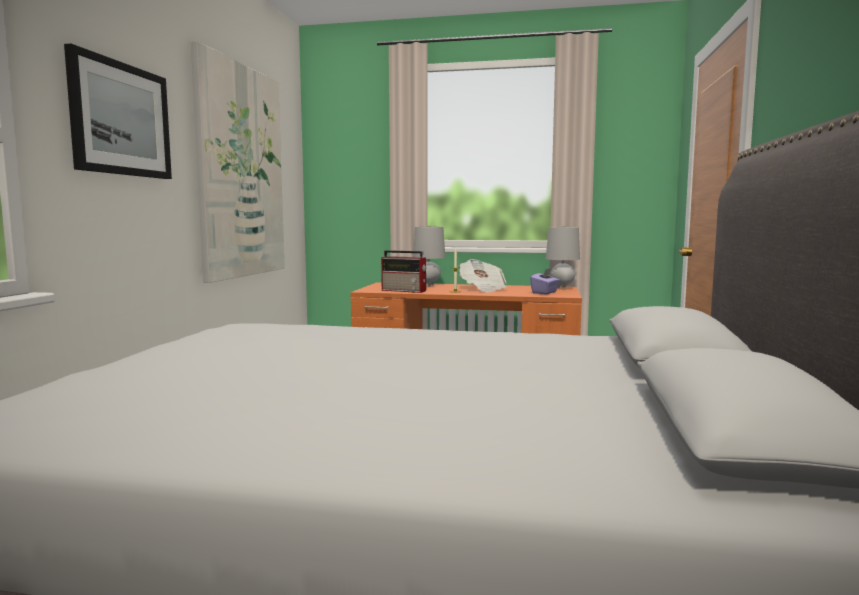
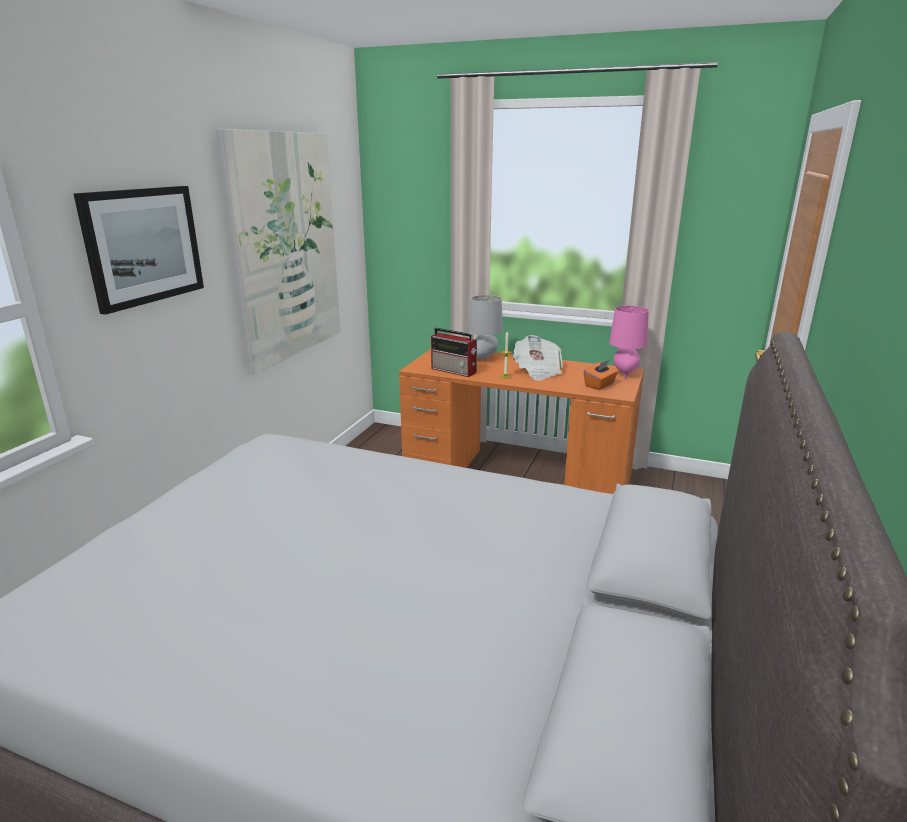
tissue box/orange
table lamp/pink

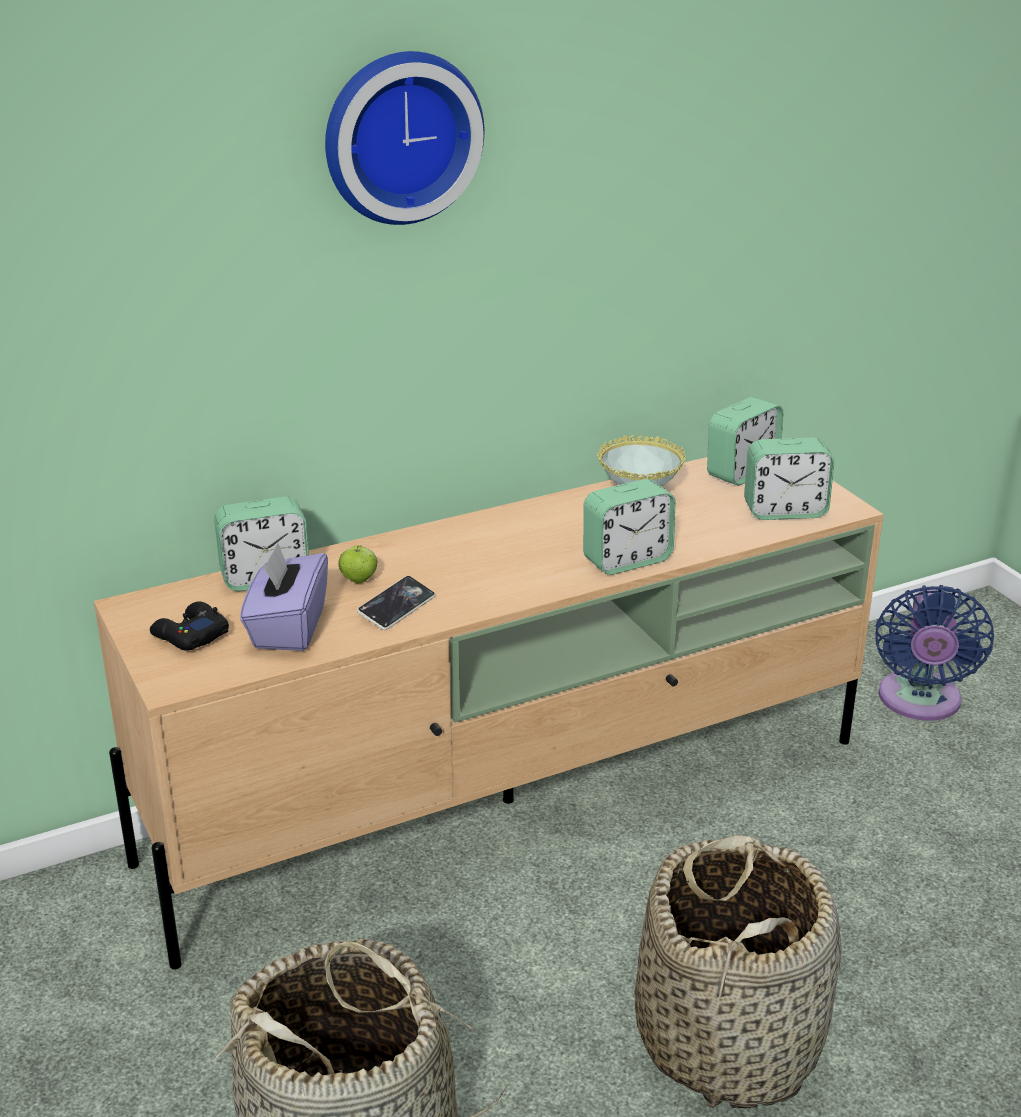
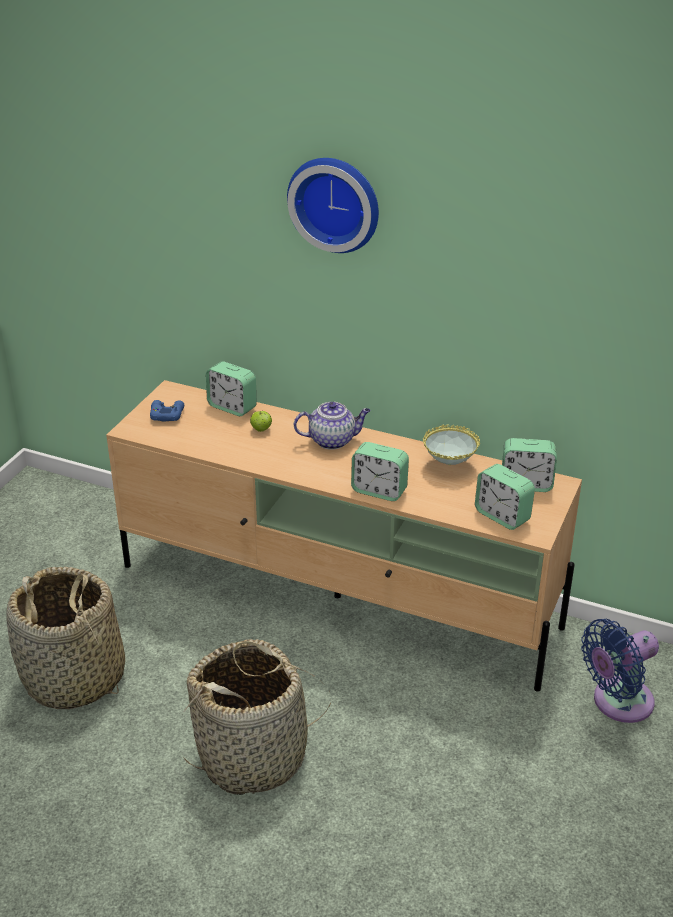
game controller/blue
tissue box/purple
phone
teapot

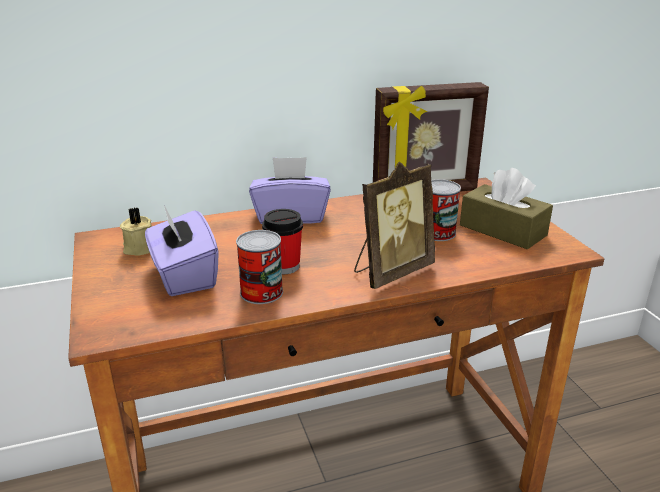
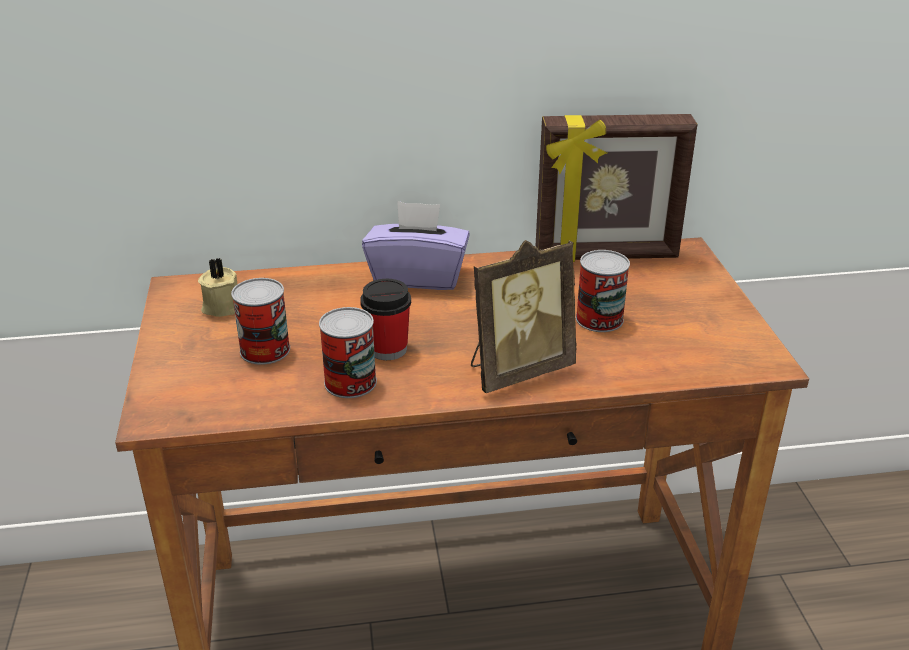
can (no. 1 from left)
tissue box/brown

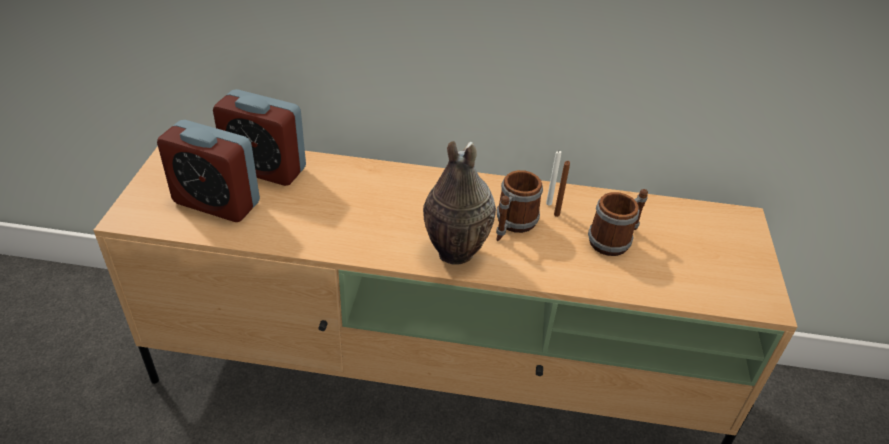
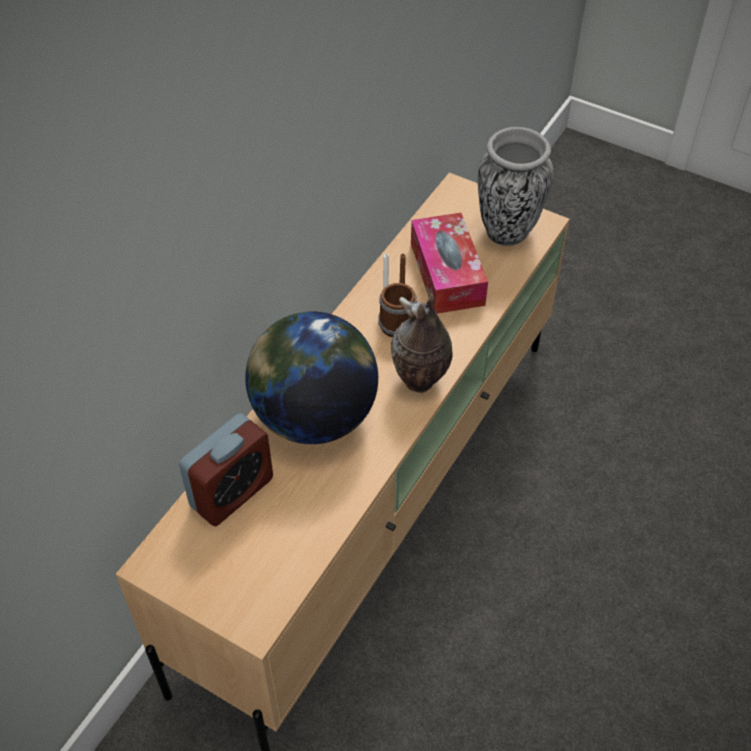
alarm clock (no. 1 from left in the first image)
tissue box
globe
vase (no. 2 from left)

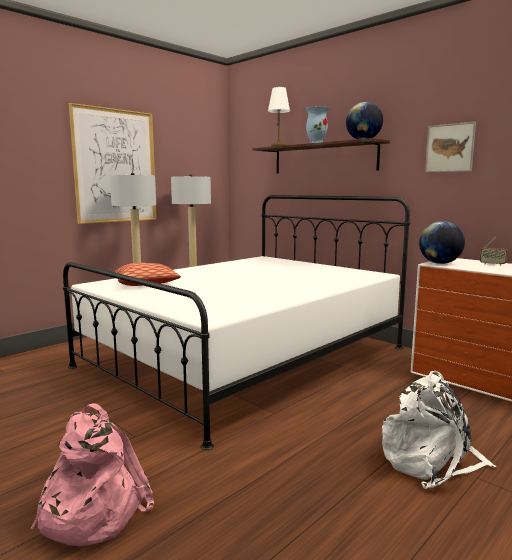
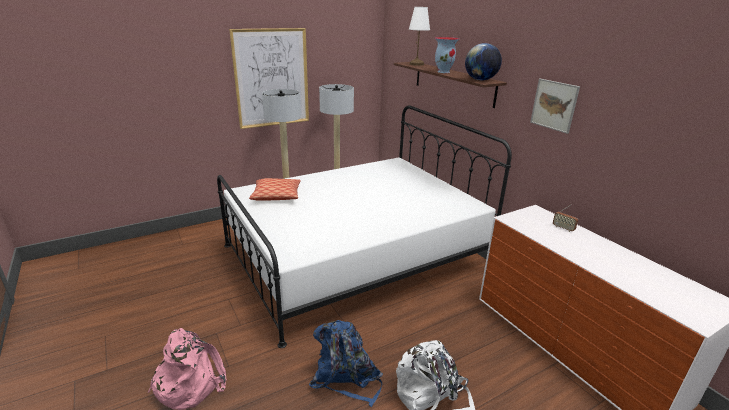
globe (no. 2 from left in the first image)
backpack/blue

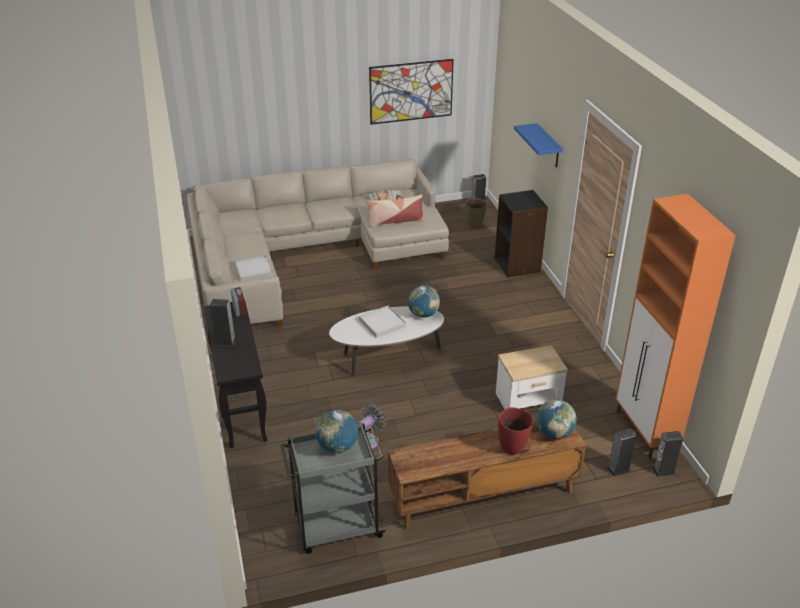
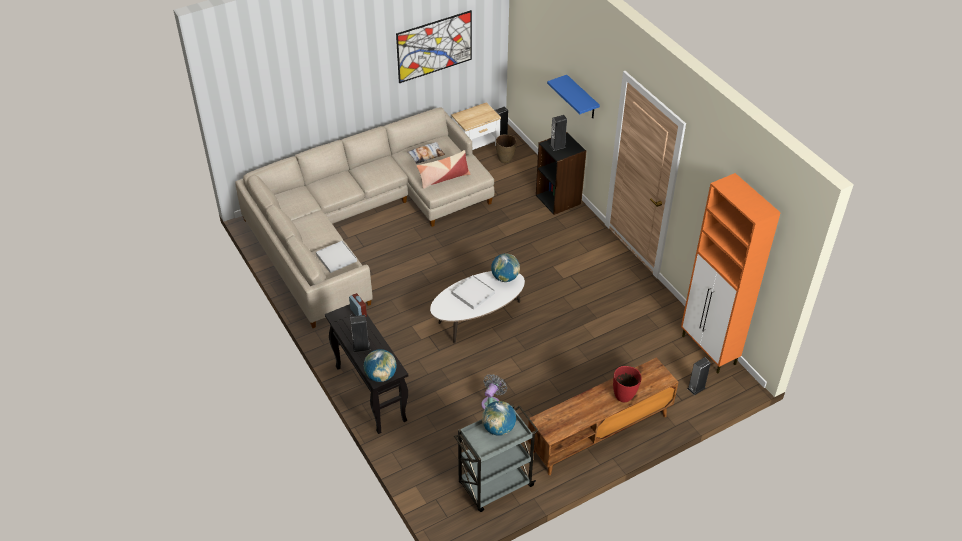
side table
globe (no. 1 from left)
speaker (no. 3 from left)

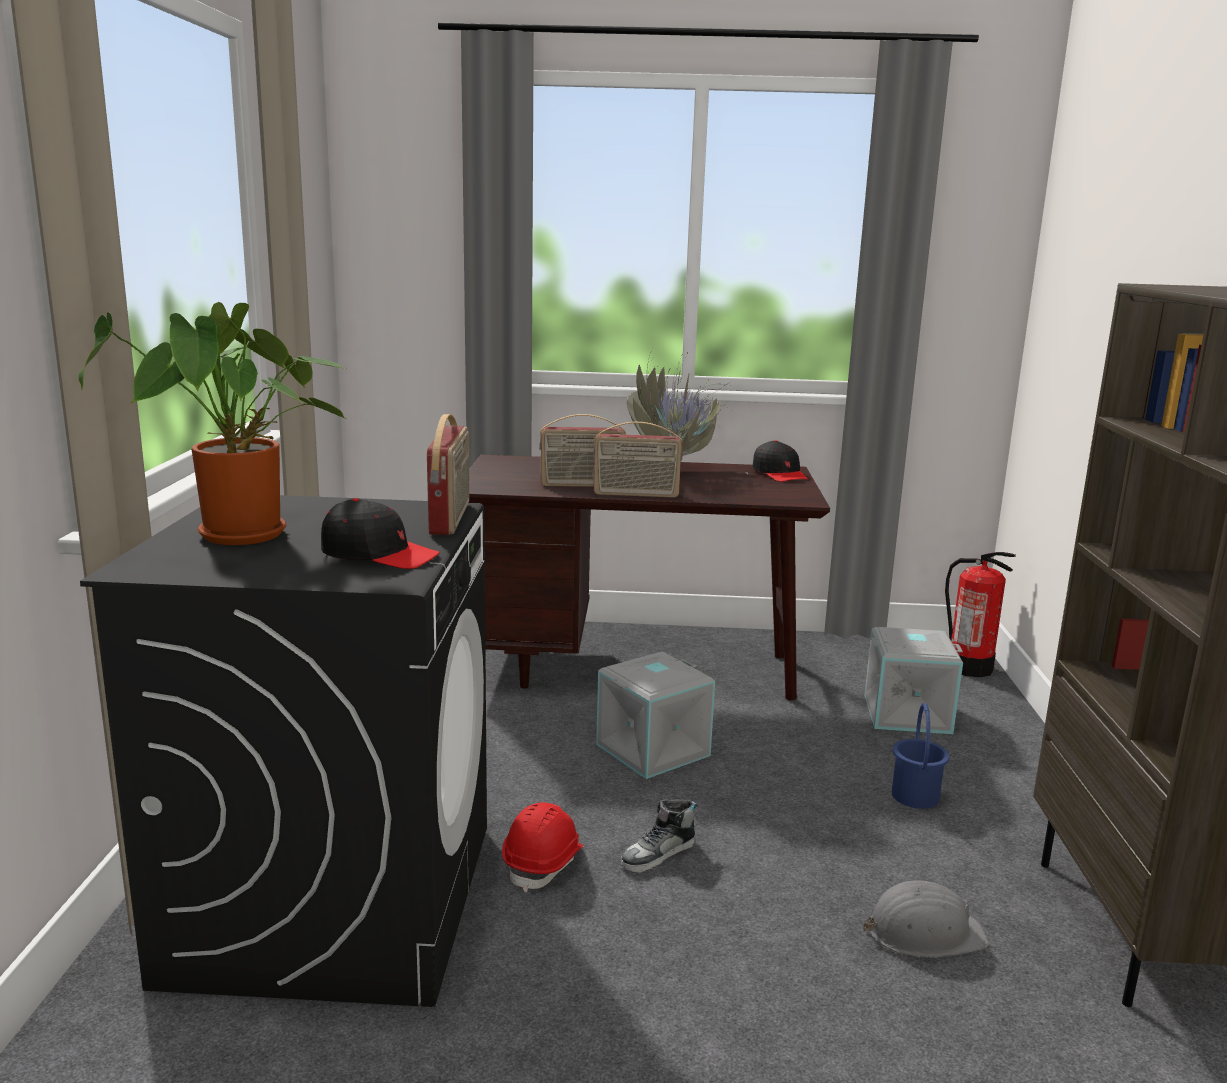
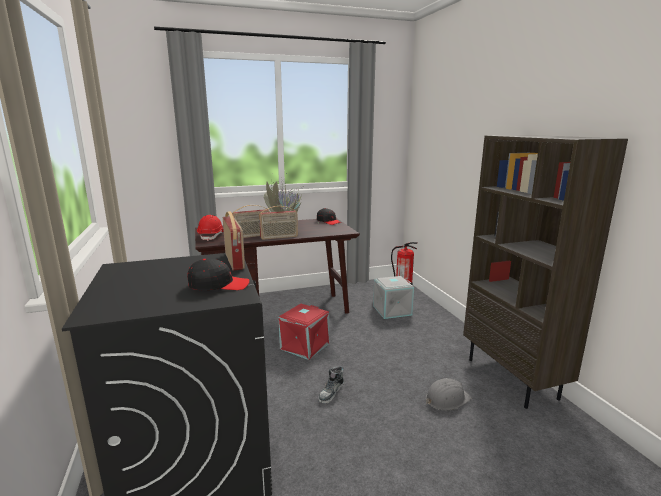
potted plant (no. 1 from left in the first image)
hard hat/red
storage box/red
bucket/blue

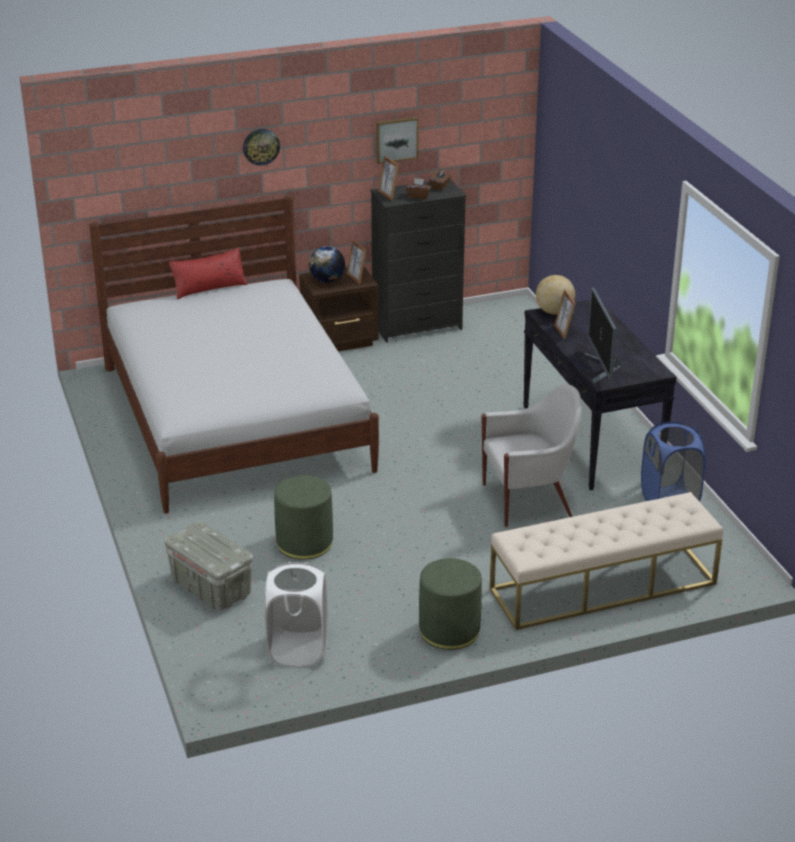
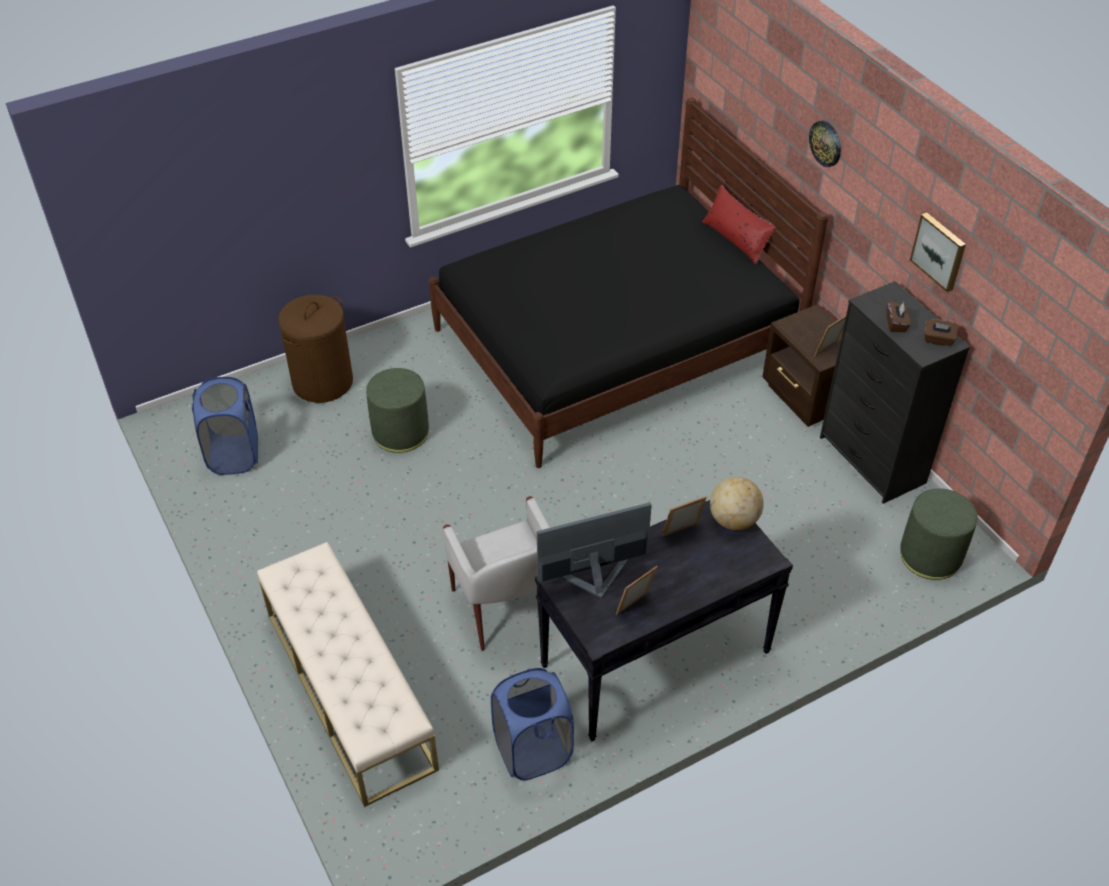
bed/black
laundry basket/brown
laundry basket/blue (no. 1 from left)
globe (no. 1 from left in the first image)
picture frame (no. 1 from left)
ottoman/green (no. 2 from left)

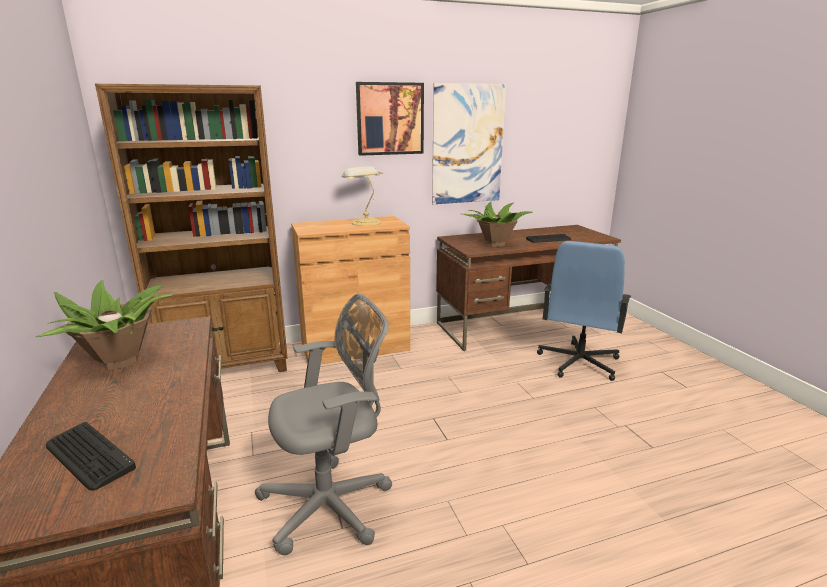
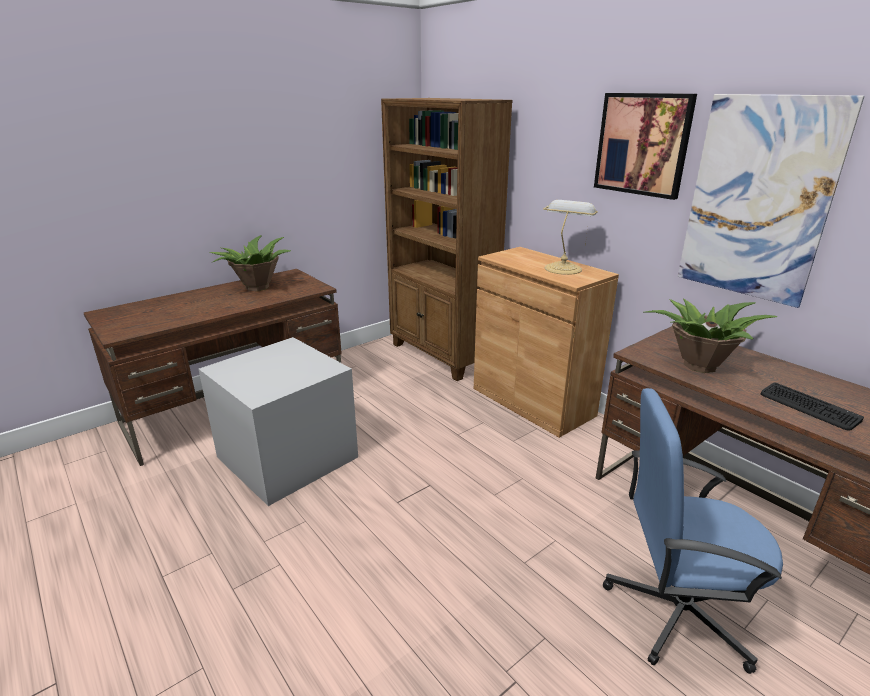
keyboard (no. 1 from left in the first image)
storage box/grey

